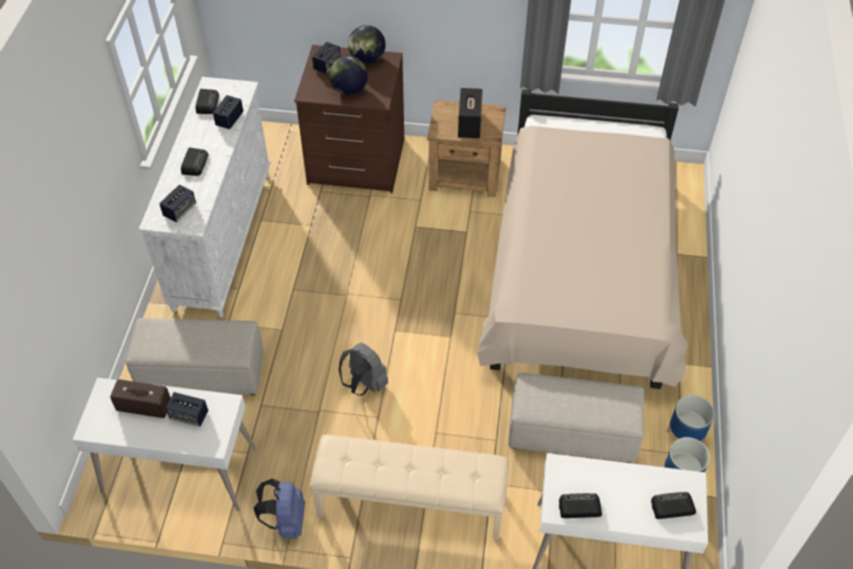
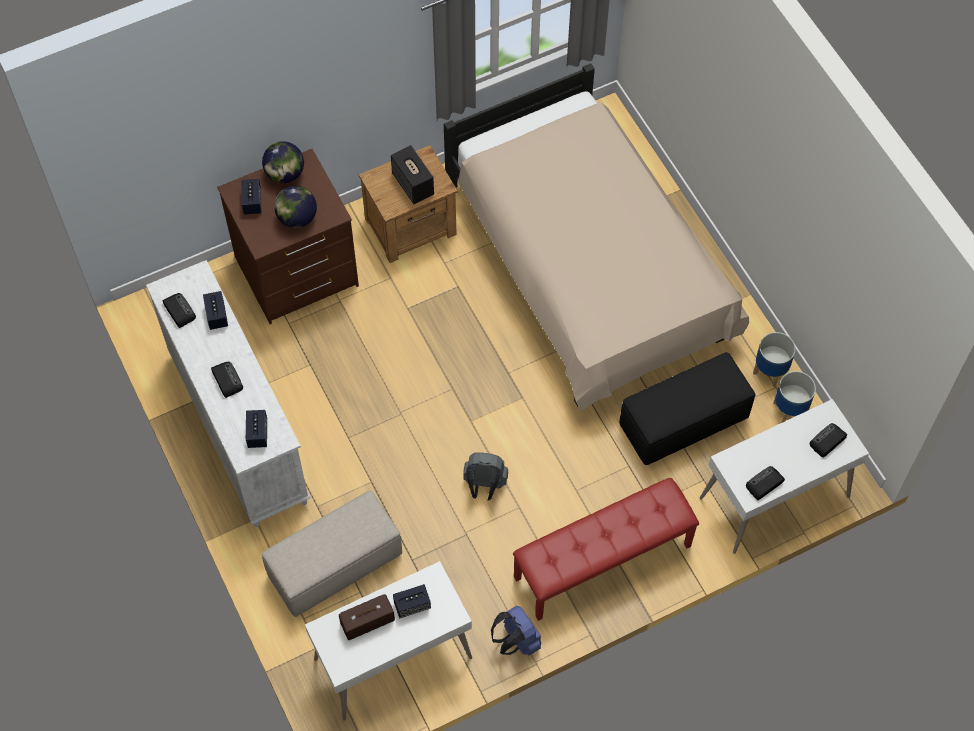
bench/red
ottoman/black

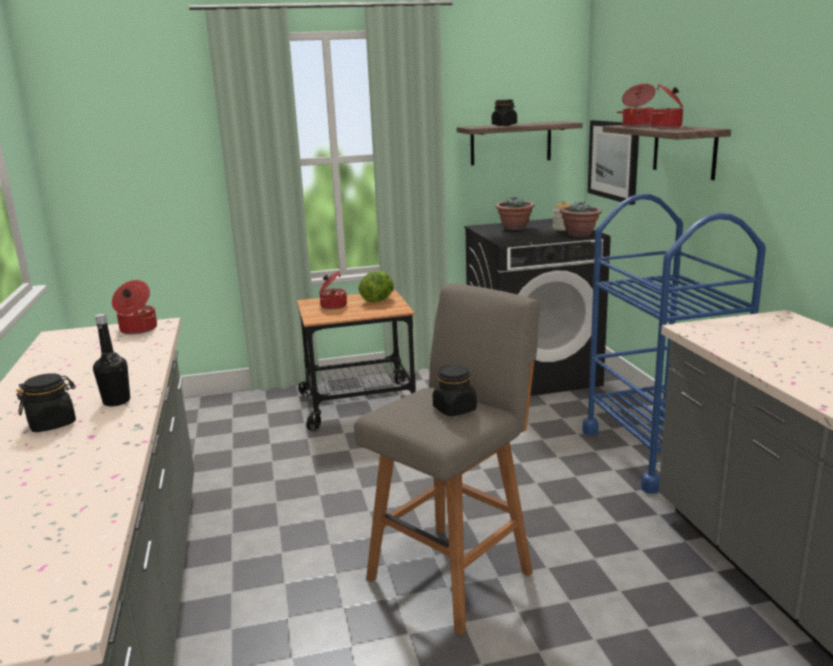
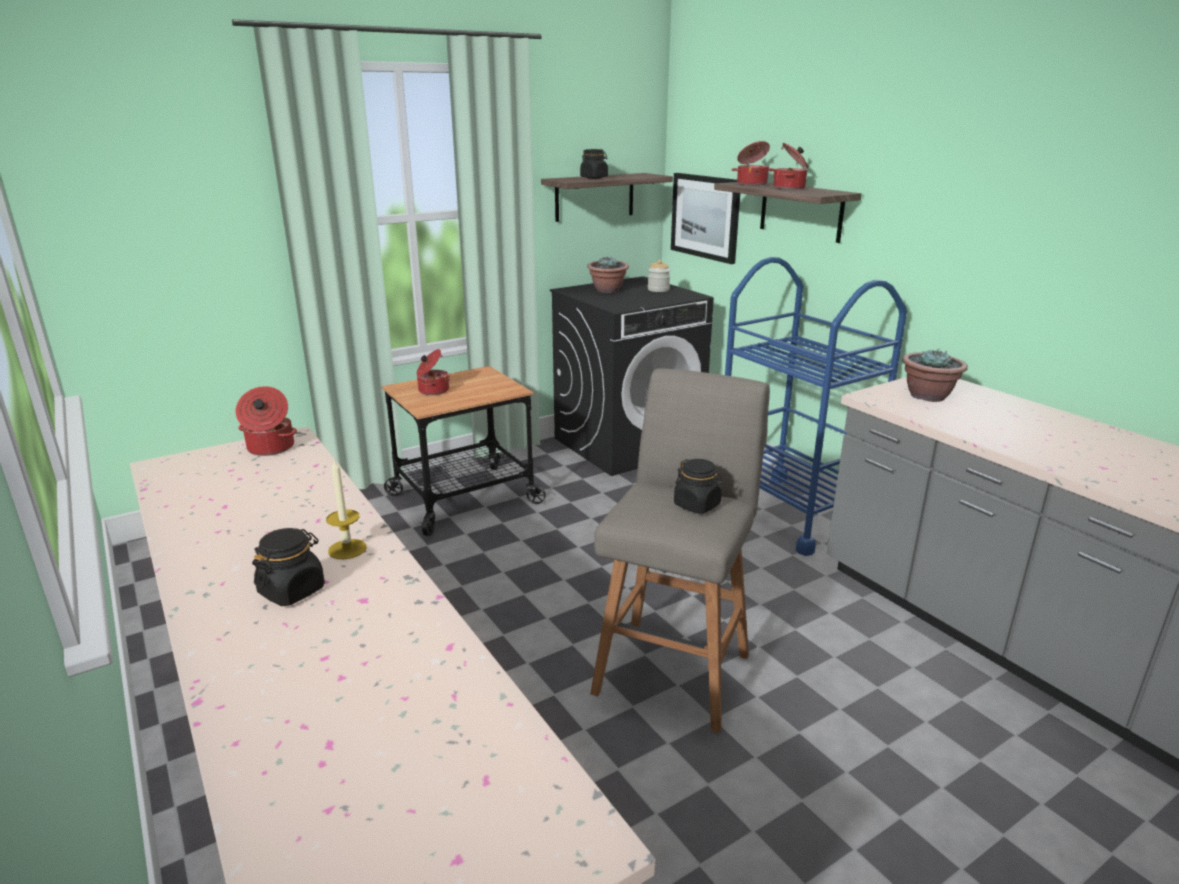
candle
lettuce
potted plant (no. 2 from left)

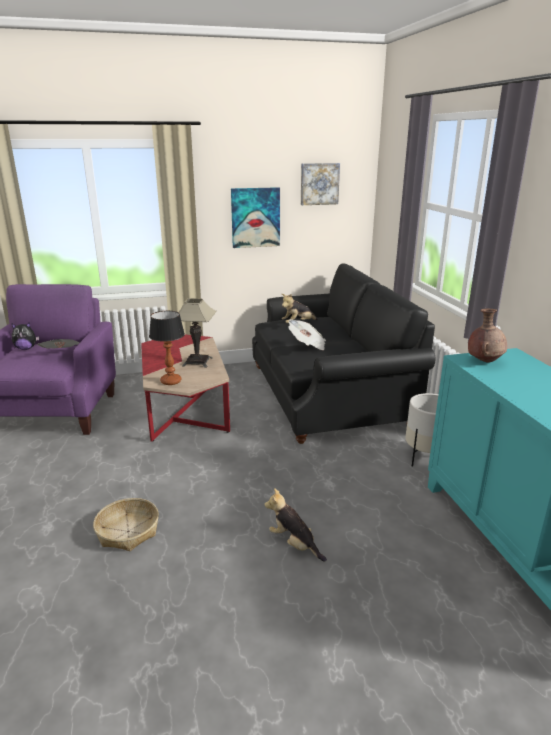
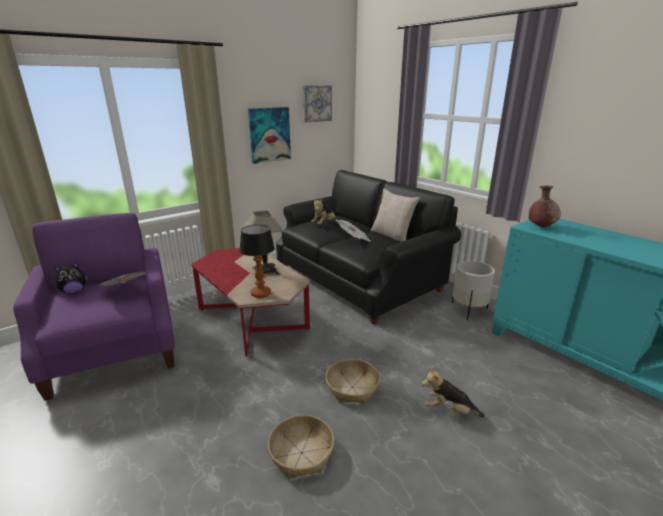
basket (no. 2 from left)
pillow/beige

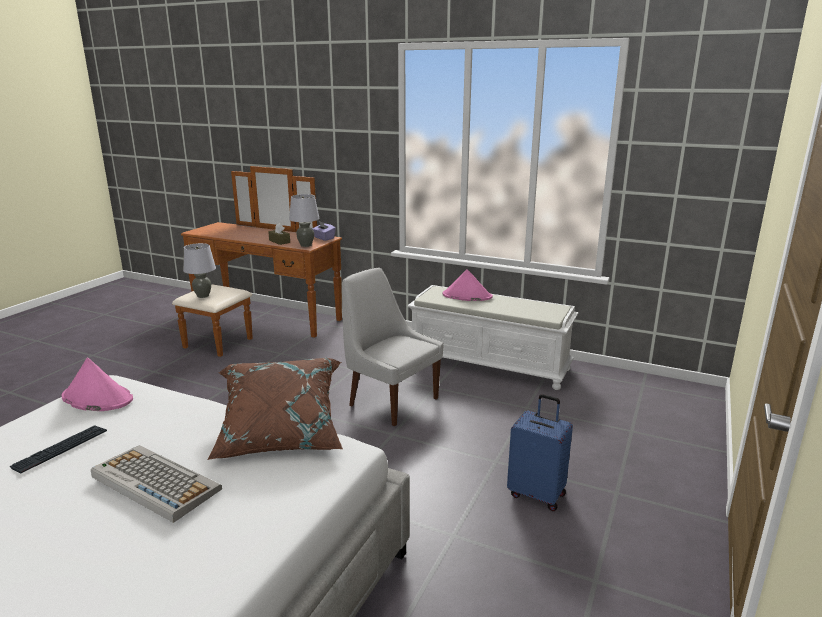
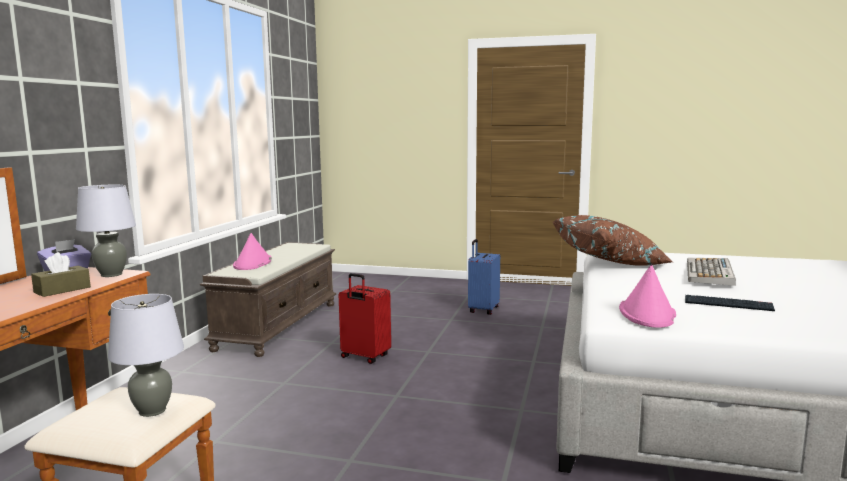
suitcase/red
bench/brown

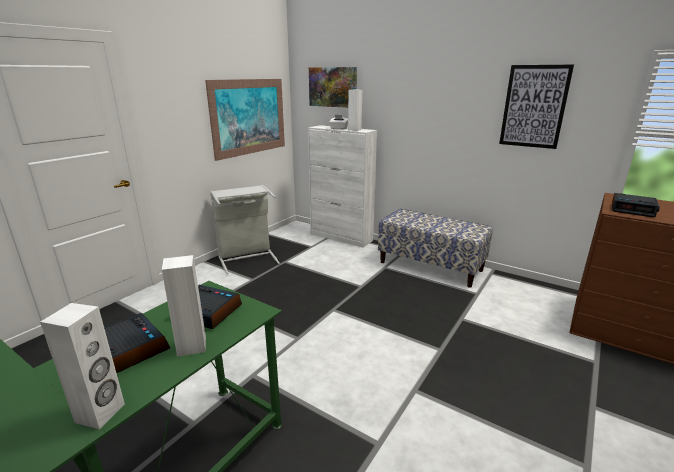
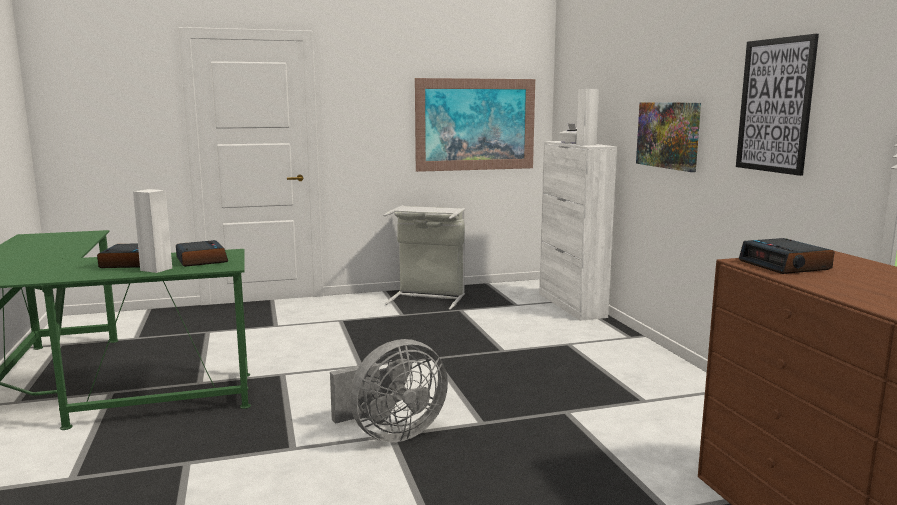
speaker/white (no. 1 from left in the first image)
picture (no. 2 from left)
bench
fan/grey

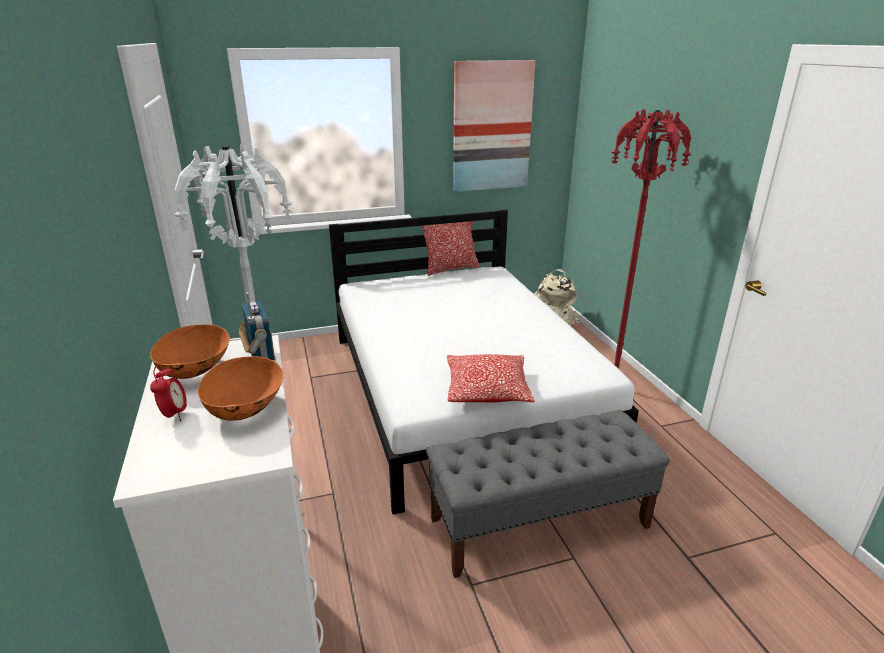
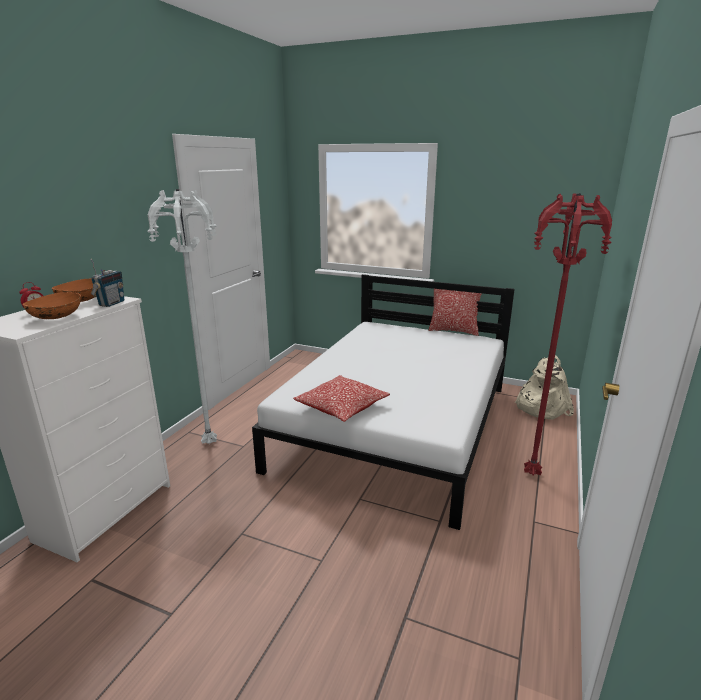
bench/grey
picture

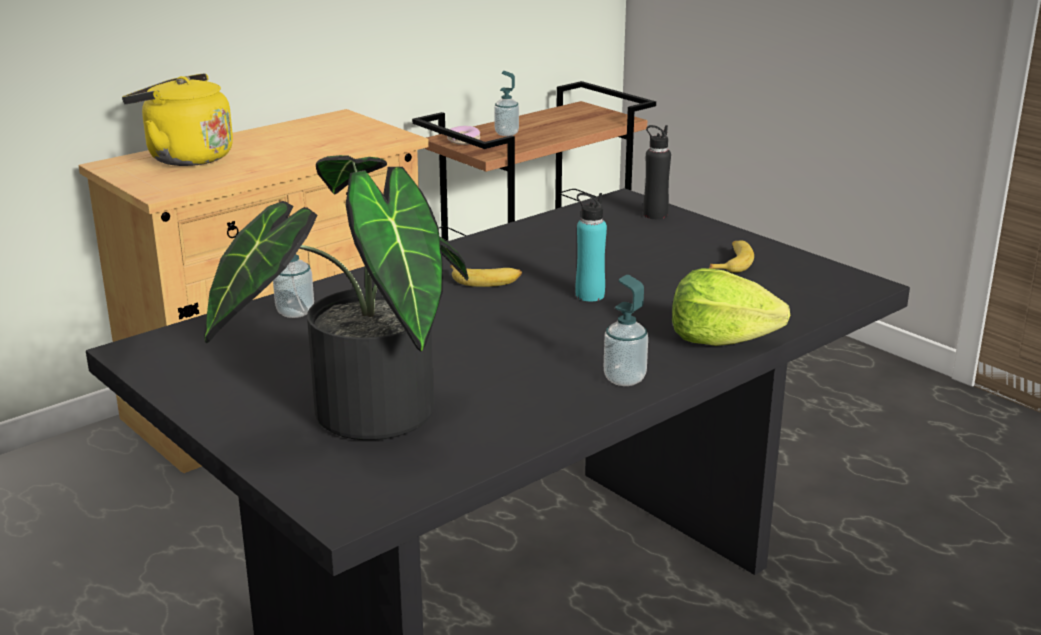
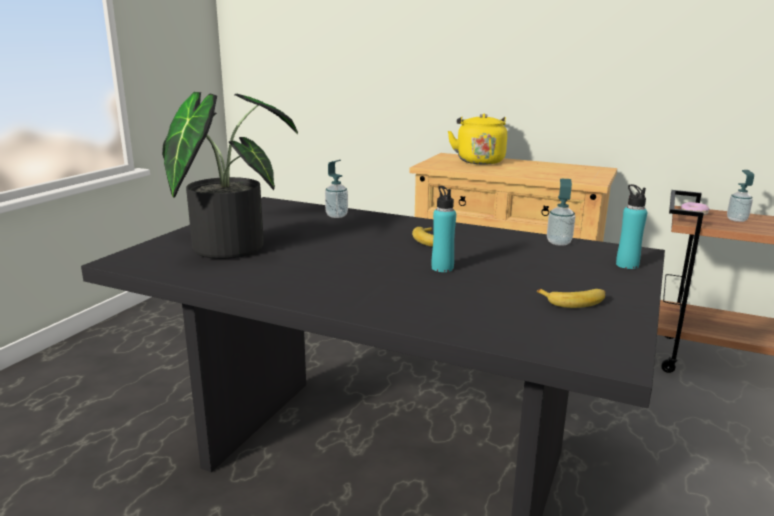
soap dispenser (no. 2 from left)
bottle/turquoise (no. 2 from left)
lettuce

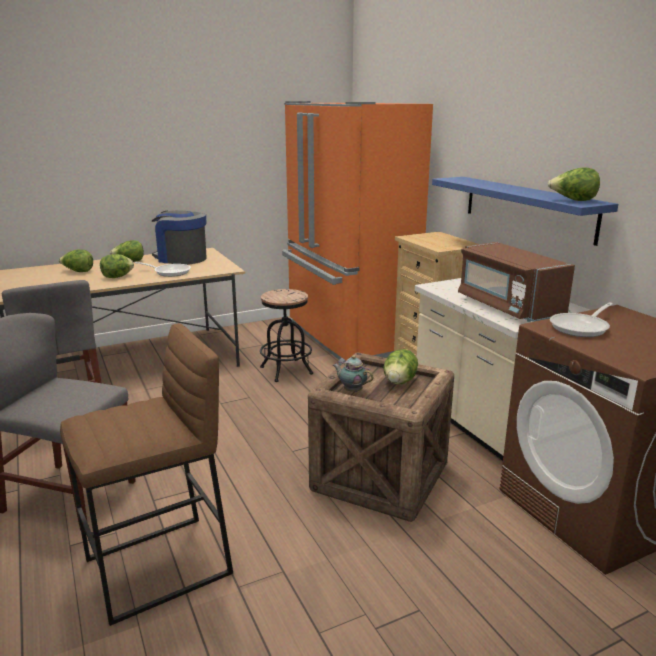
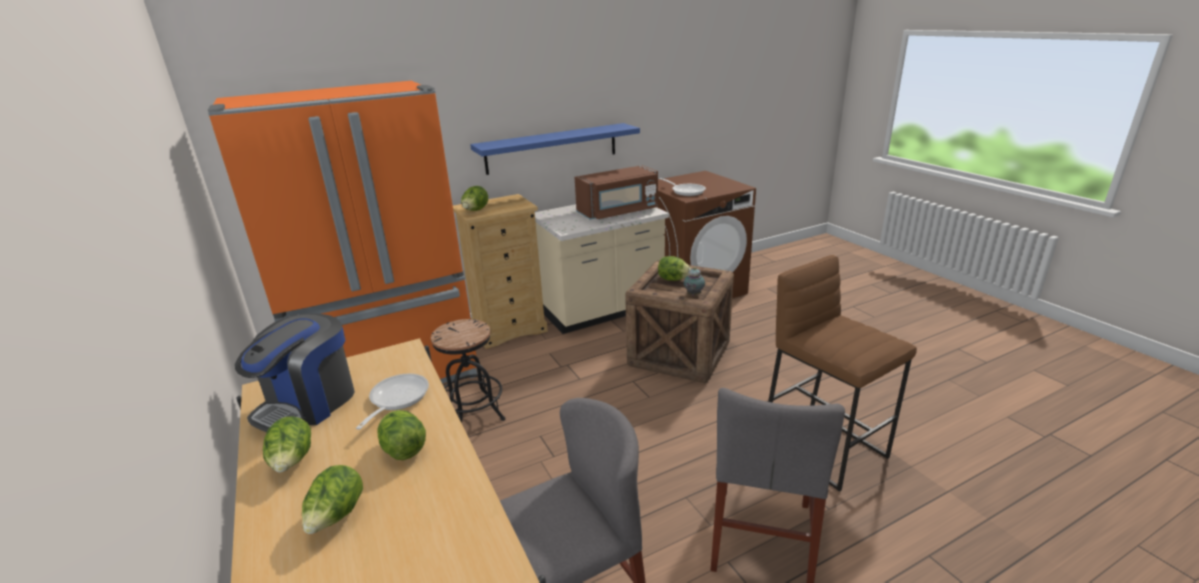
lettuce (no. 4 from left)

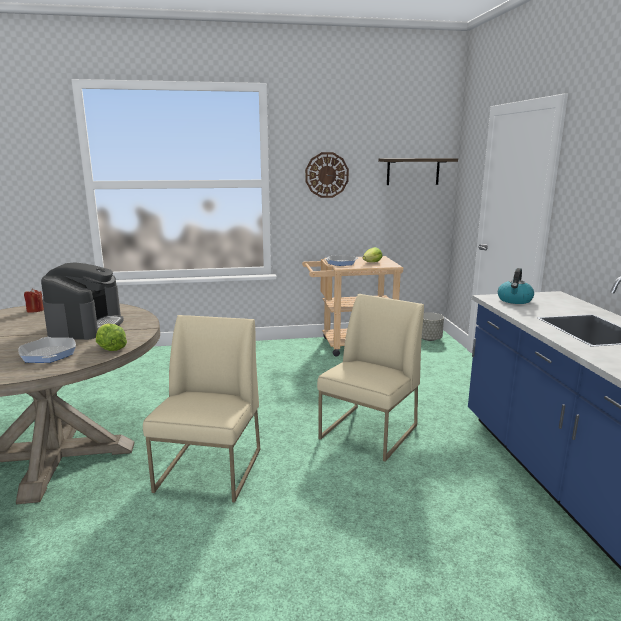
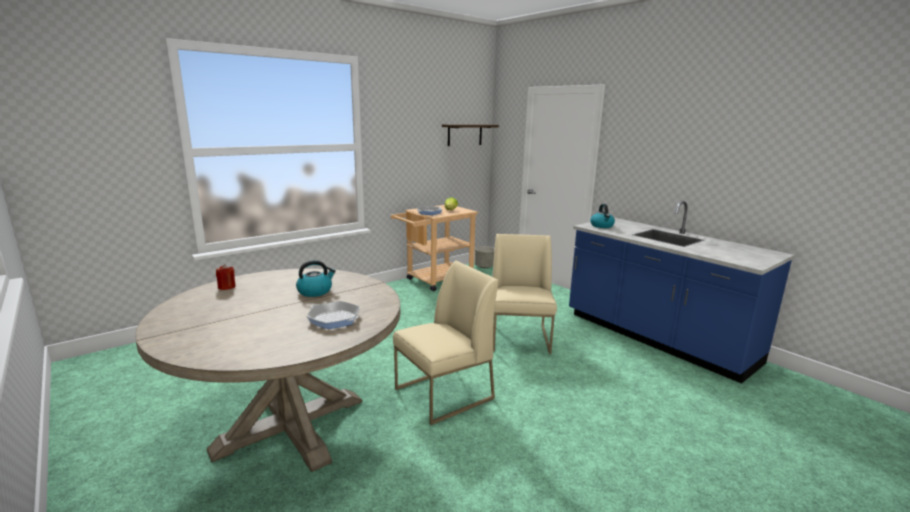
kettle (no. 1 from left)
lettuce (no. 1 from left in the first image)
chair/beige (no. 1 from left)
wall clock

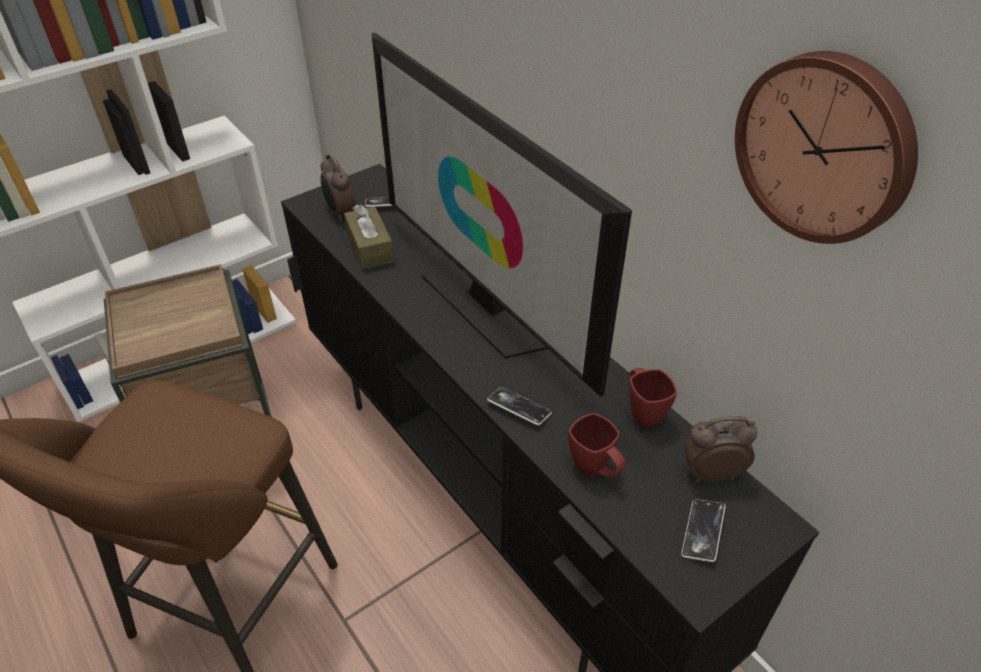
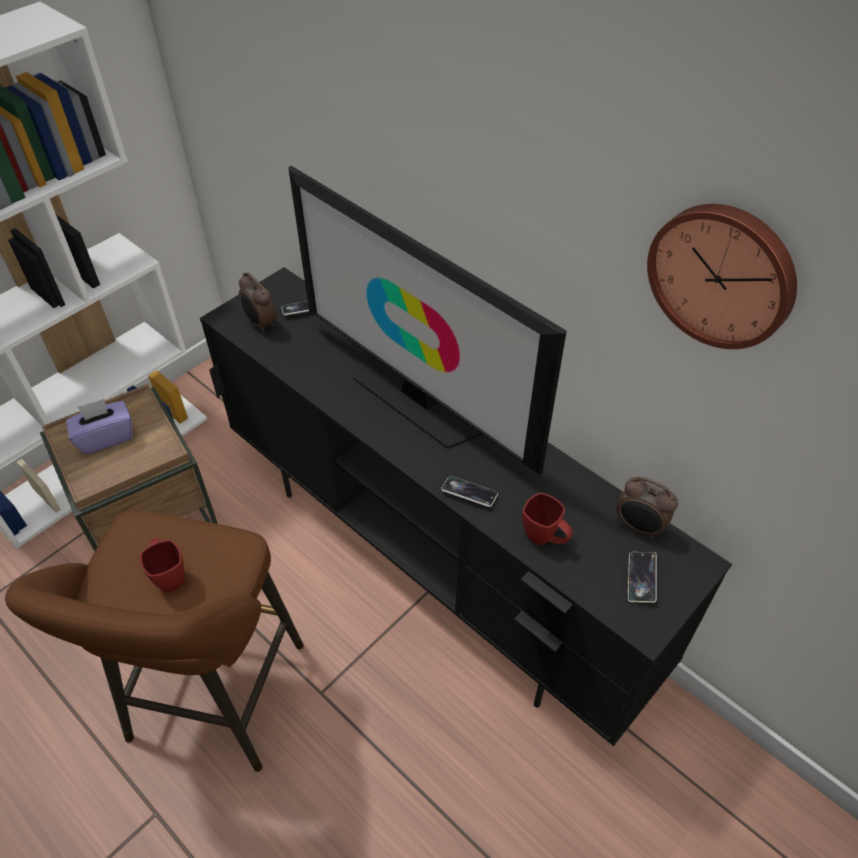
tissue box/brown
mug/red (no. 1 from left)
alarm clock (no. 2 from left)
tissue box/purple

